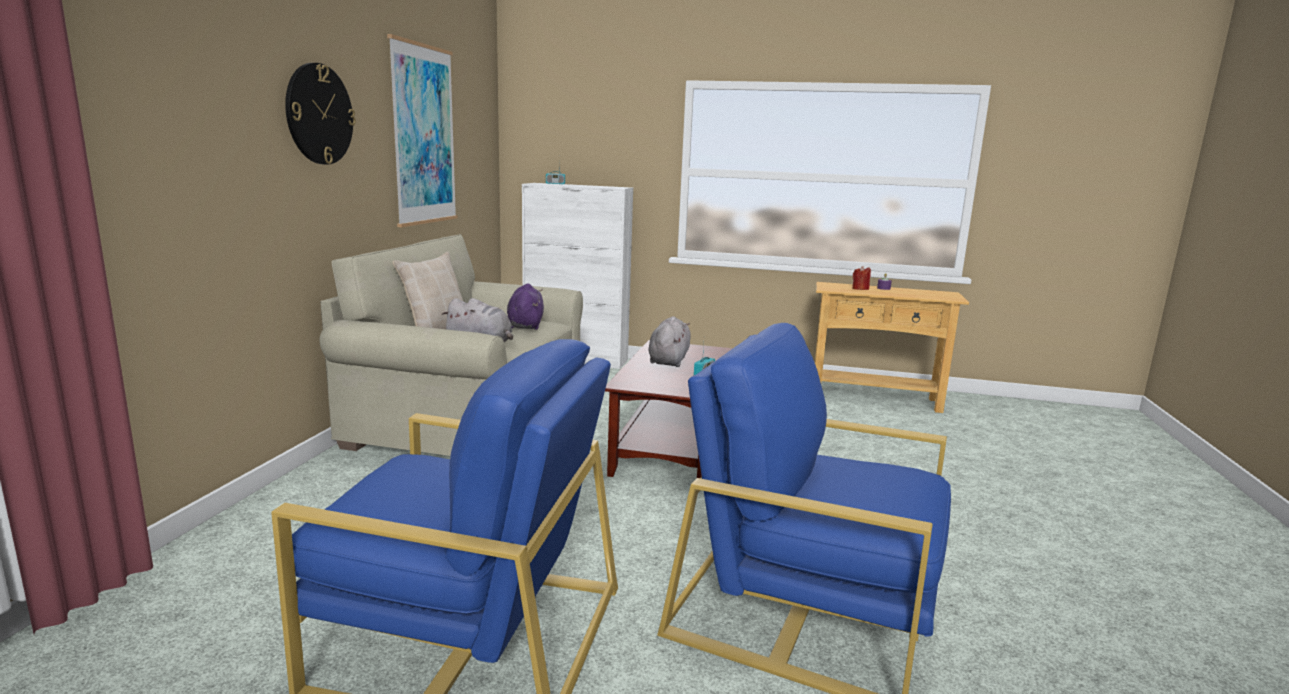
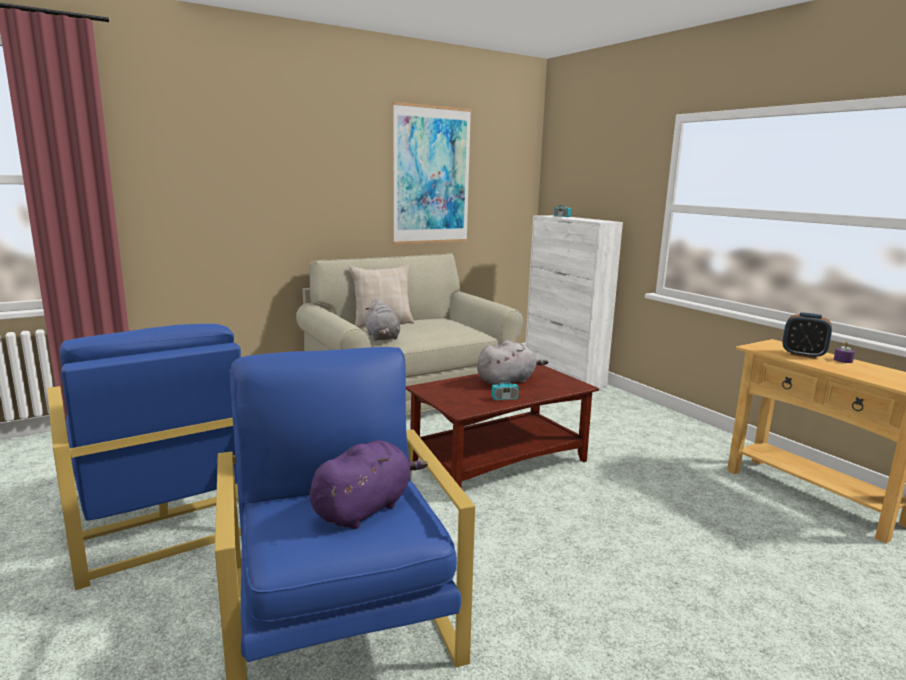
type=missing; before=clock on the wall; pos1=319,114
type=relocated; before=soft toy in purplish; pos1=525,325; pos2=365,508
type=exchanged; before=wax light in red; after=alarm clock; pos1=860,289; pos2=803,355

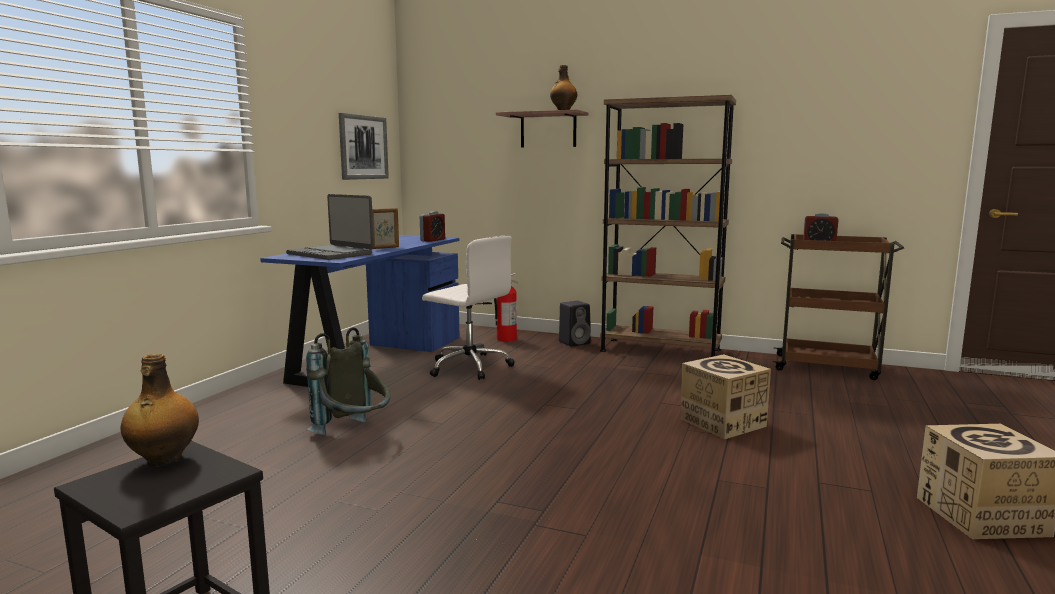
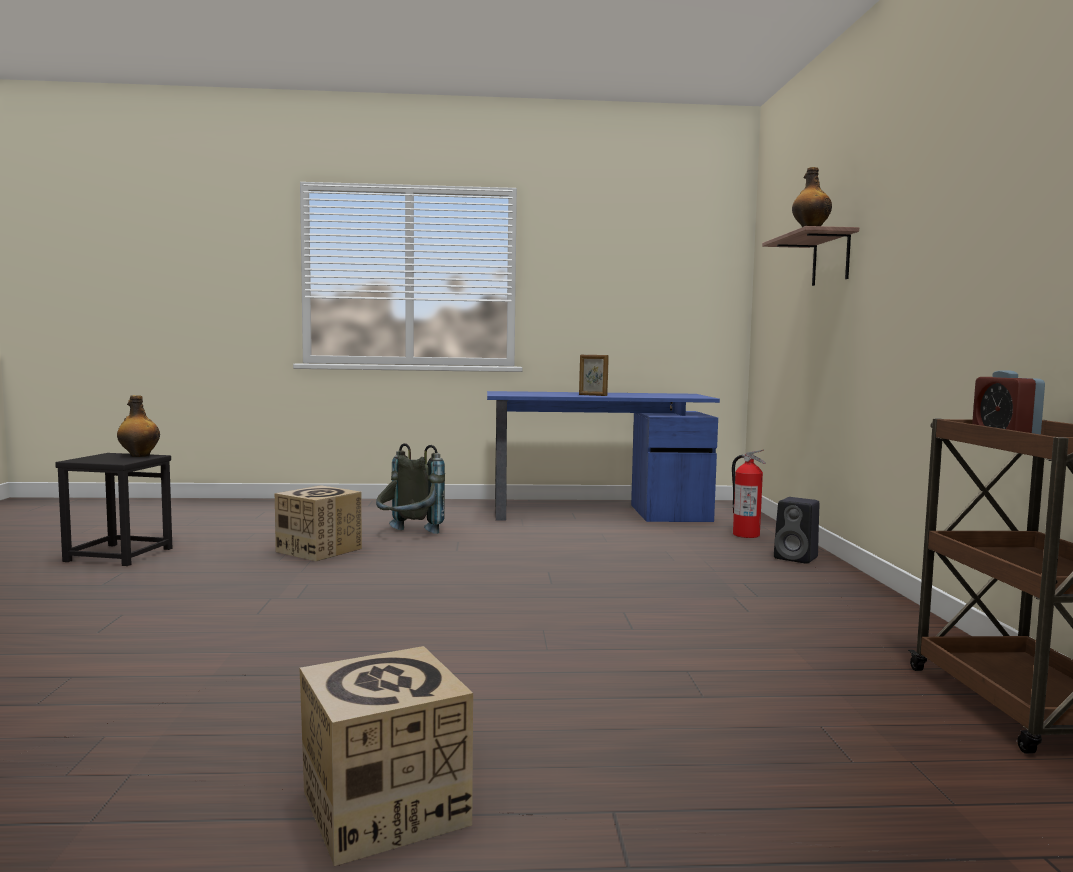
type=missing; before=laptop; pos1=331,254
type=missing; before=wall art; pos1=363,147
type=missing; before=alarm clock; pos1=432,240
type=missing; before=office chair in white; pos1=468,366
type=missing; before=bookshelf in brown-coloured; pos1=660,350
type=relocated; before=carton; pos1=722,423; pos2=319,550

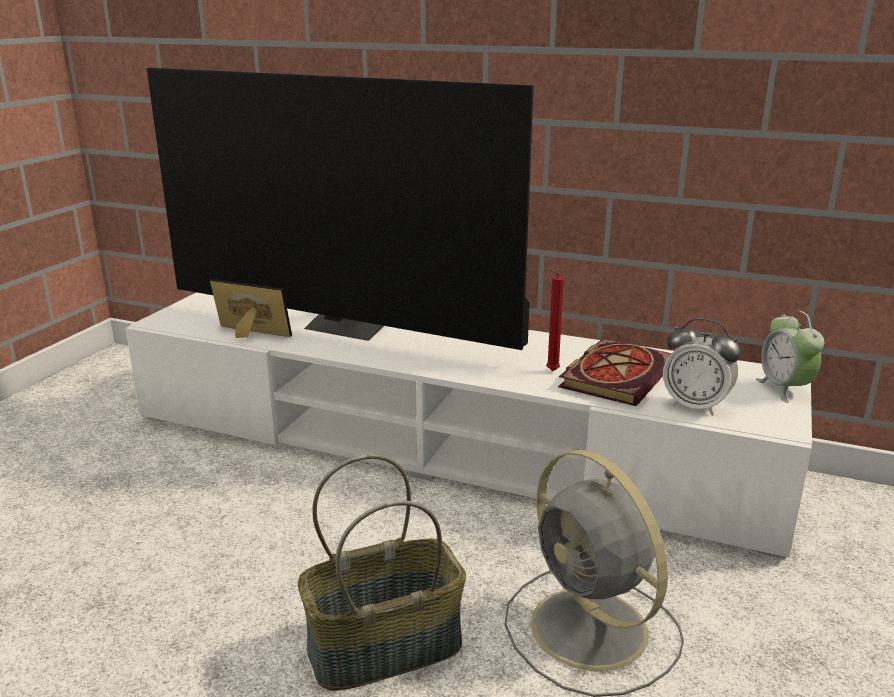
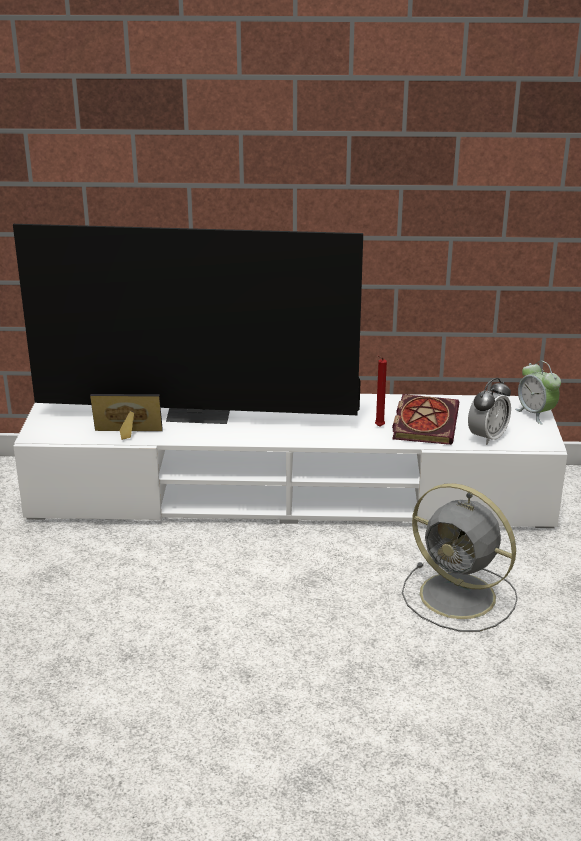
type=missing; before=household basket; pos1=385,645
type=spun; before=alarm clock; pos1=695,406; pos2=487,437; turn=-60

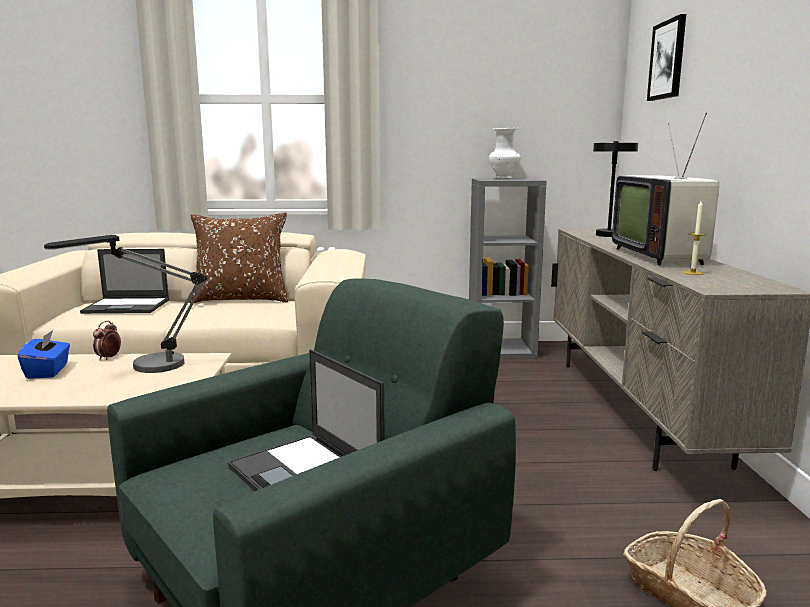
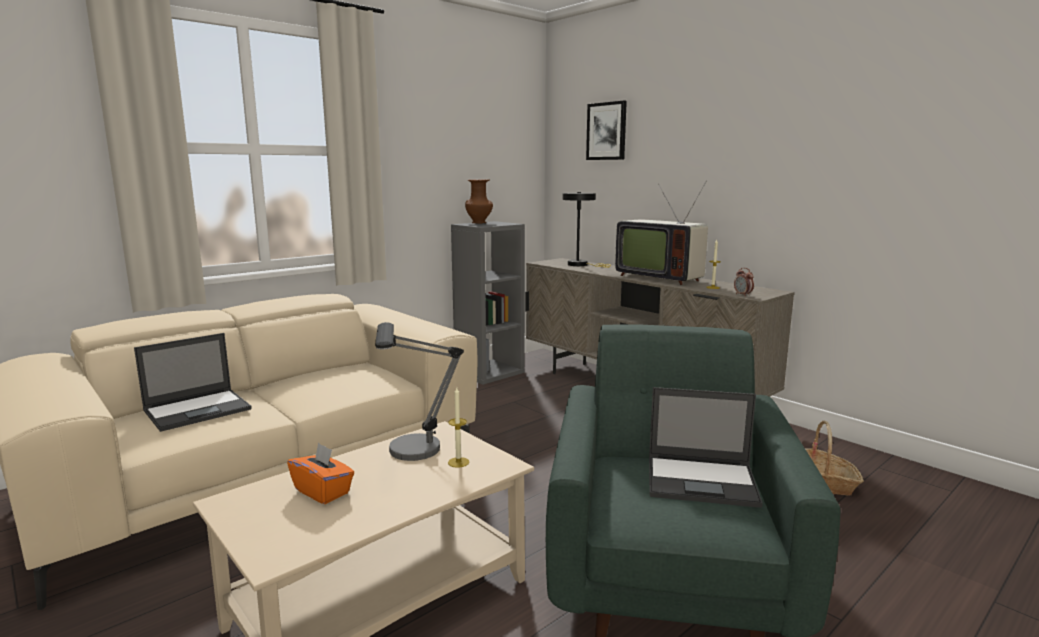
type=missing; before=throw pillow in brown-coloured; pos1=241,299
type=appeared; after=wax light; pos2=458,462
type=relocated; before=alarm clock; pos1=108,358; pos2=743,295
type=colour; before=tissue box in blue-coloured; after=tissue box in orange; pos1=48,371; pos2=323,491
type=colour; before=vase in white; after=vase in brown-coloured; pos1=504,178; pos2=479,223

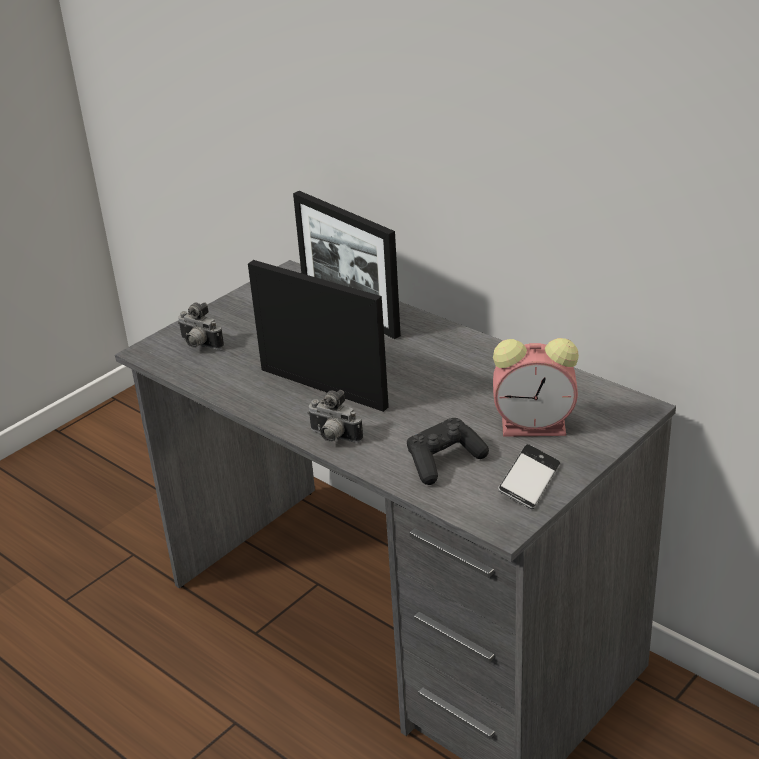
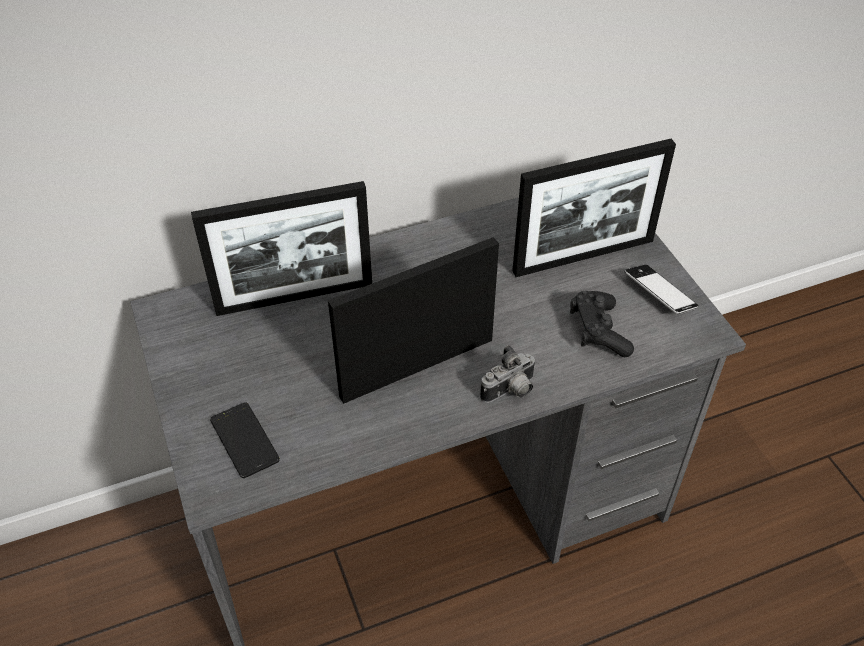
type=exchanged; before=photo camera; after=telephone; pos1=199,345; pos2=244,440
type=exchanged; before=alarm clock; after=photo frame; pos1=536,426; pos2=583,256

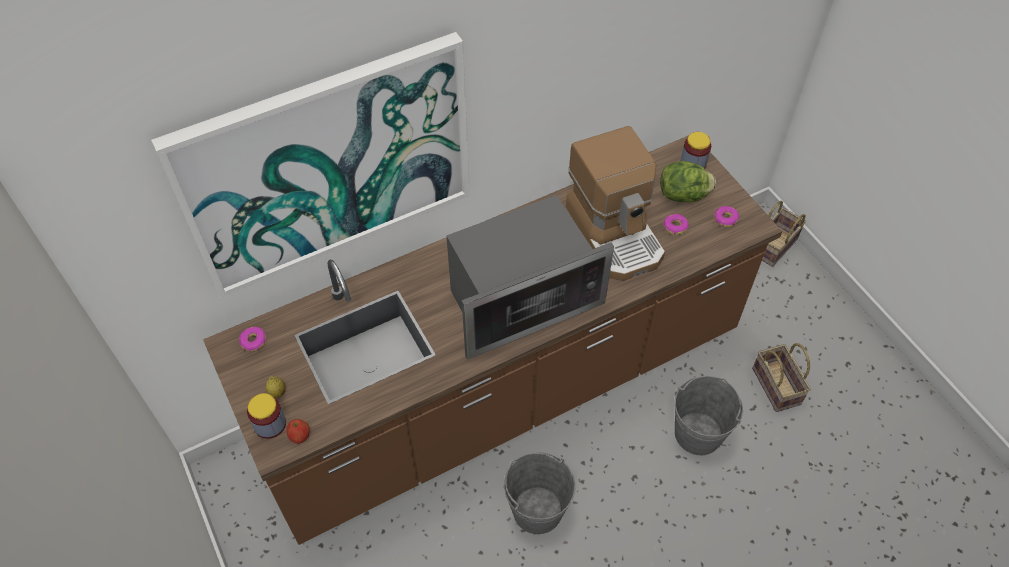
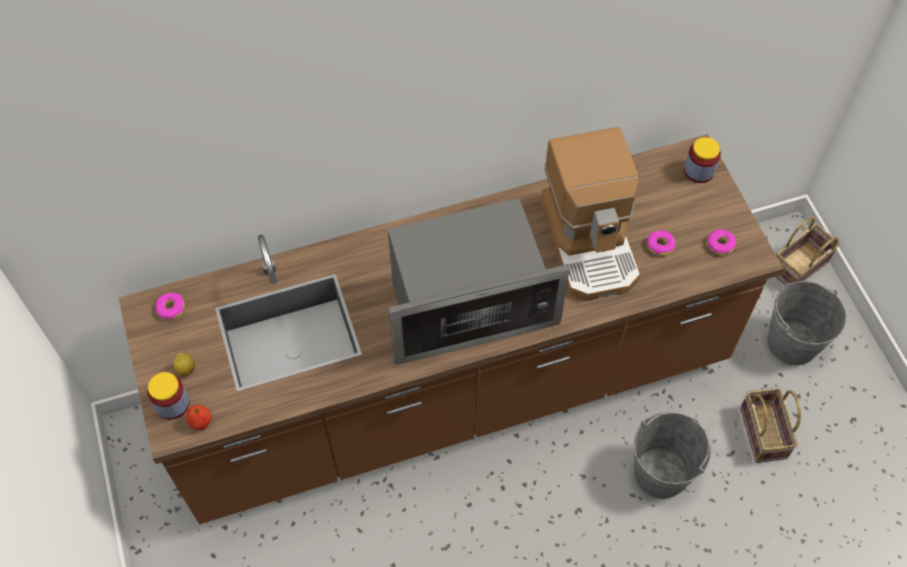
type=missing; before=wall art; pos1=329,166
type=missing; before=head of lettuce; pos1=684,195
type=relocated; before=pail in gray; pos1=537,510; pos2=792,342

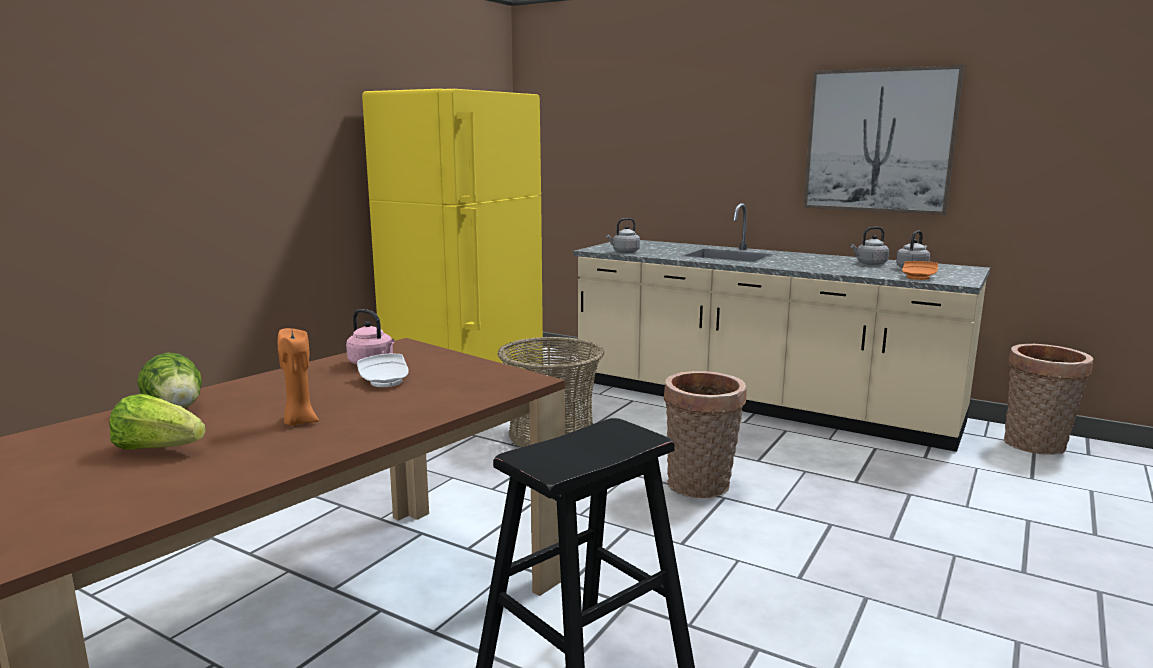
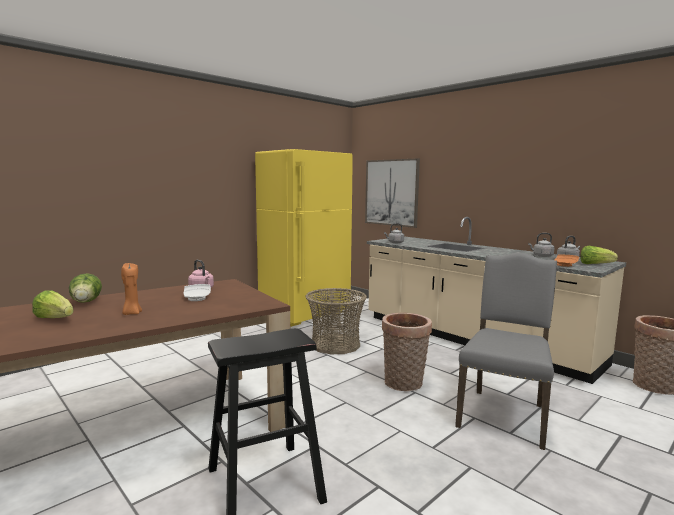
type=appeared; after=plain chair in gray; pos2=504,415
type=appeared; after=head of lettuce; pos2=595,264
type=relocated; before=wall art; pos1=879,141; pos2=391,192

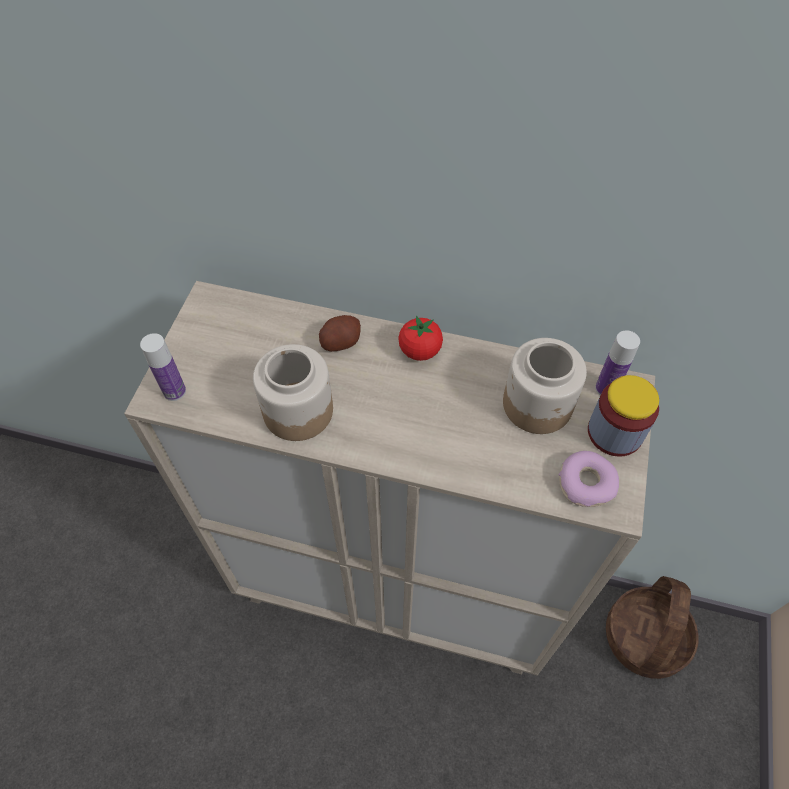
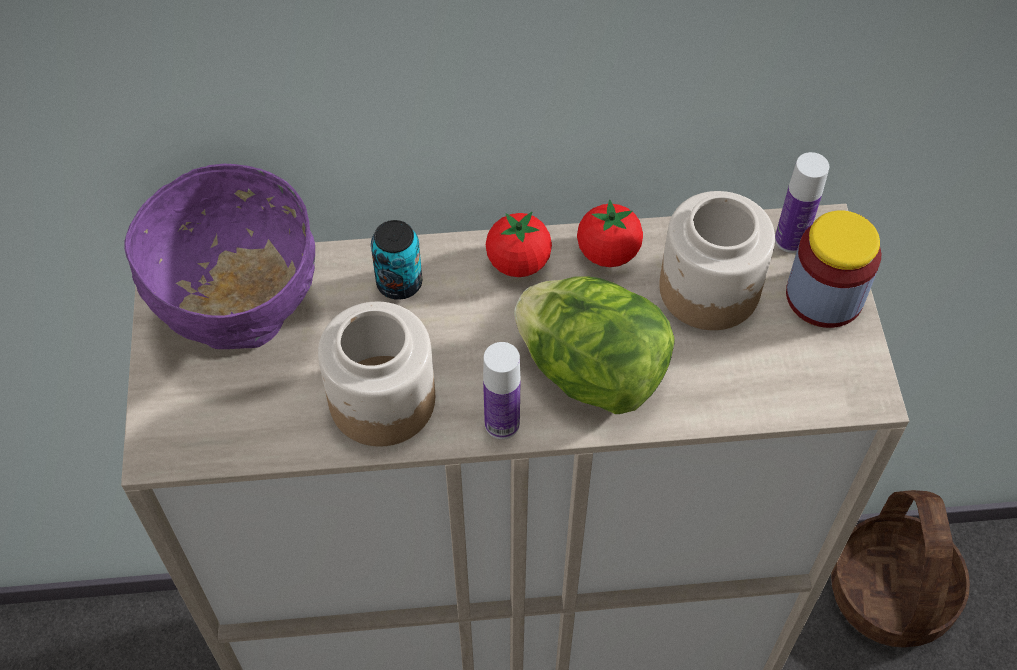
type=missing; before=doughnut; pos1=586,483
type=appeared; after=bowl in purplish; pos2=243,316
type=appeared; after=head of lettuce; pos2=592,372
type=appeared; after=tomato; pos2=608,252
type=relocated; before=beverage bottle; pos1=174,391; pos2=502,424
type=exchanged; before=spud; after=can; pos1=340,342; pos2=399,283

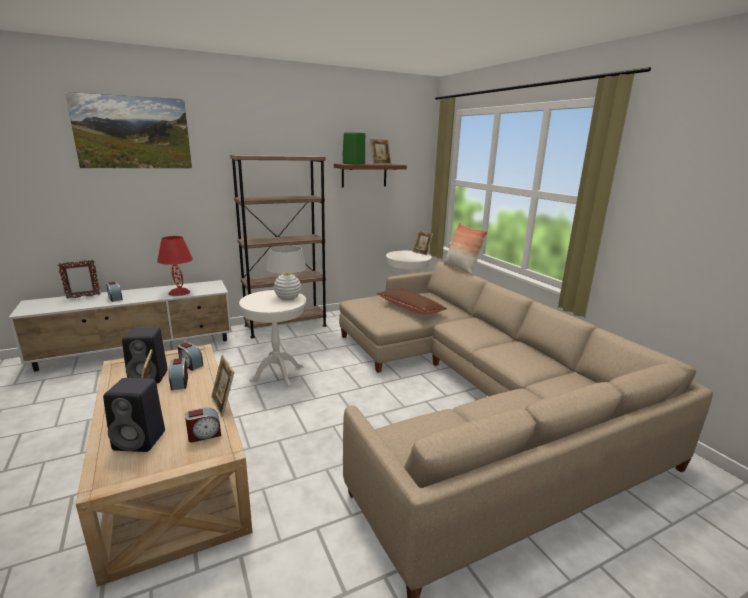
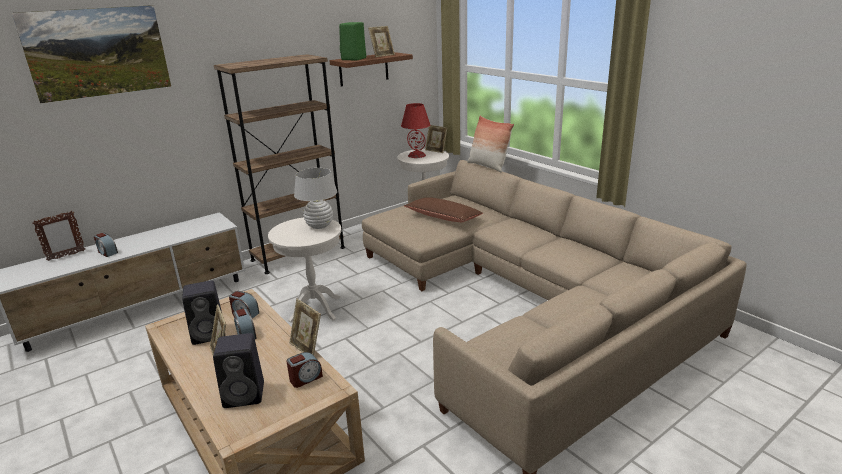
type=relocated; before=table lamp in red; pos1=179,292; pos2=417,155

